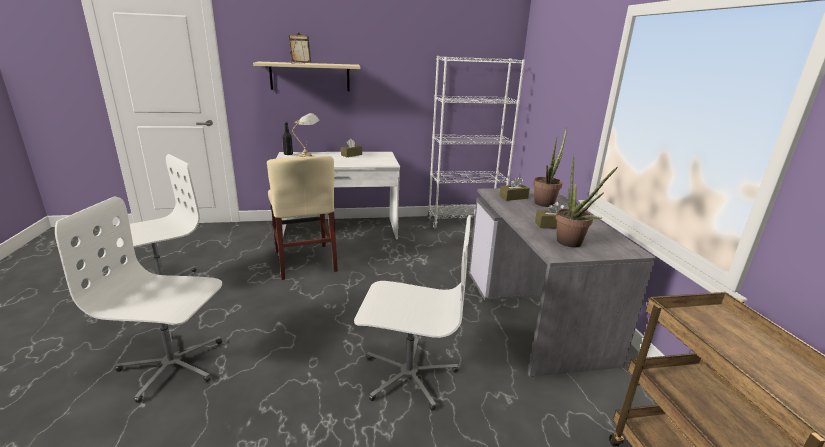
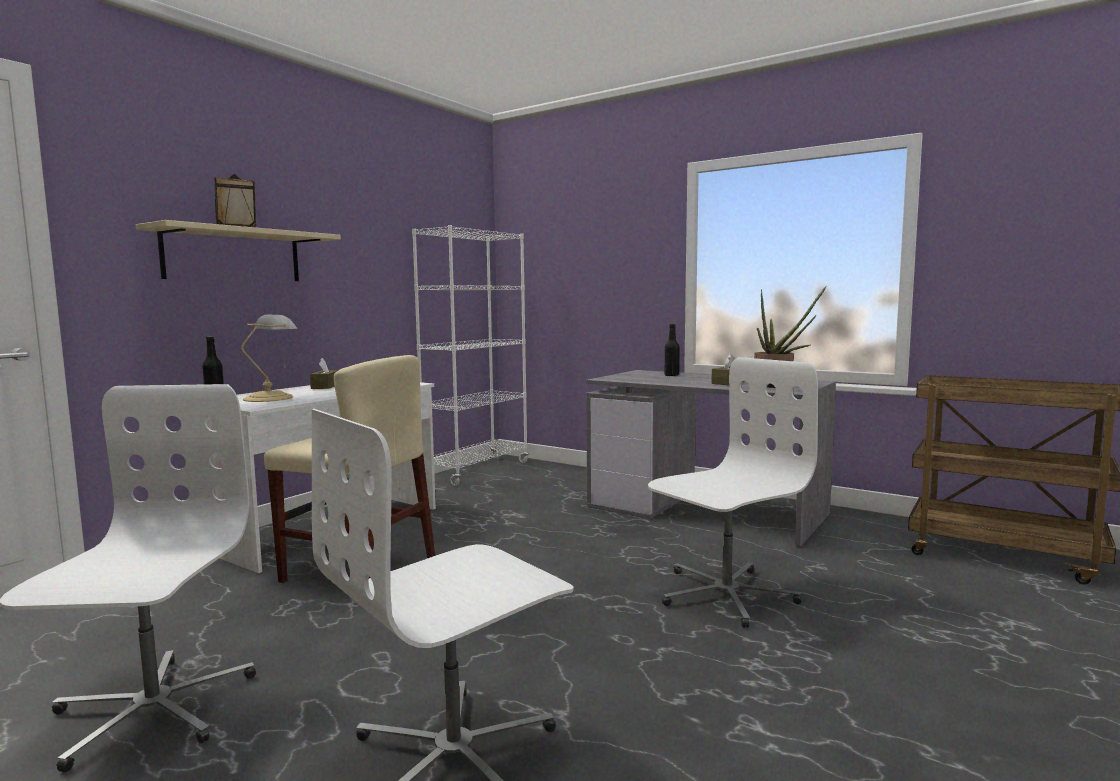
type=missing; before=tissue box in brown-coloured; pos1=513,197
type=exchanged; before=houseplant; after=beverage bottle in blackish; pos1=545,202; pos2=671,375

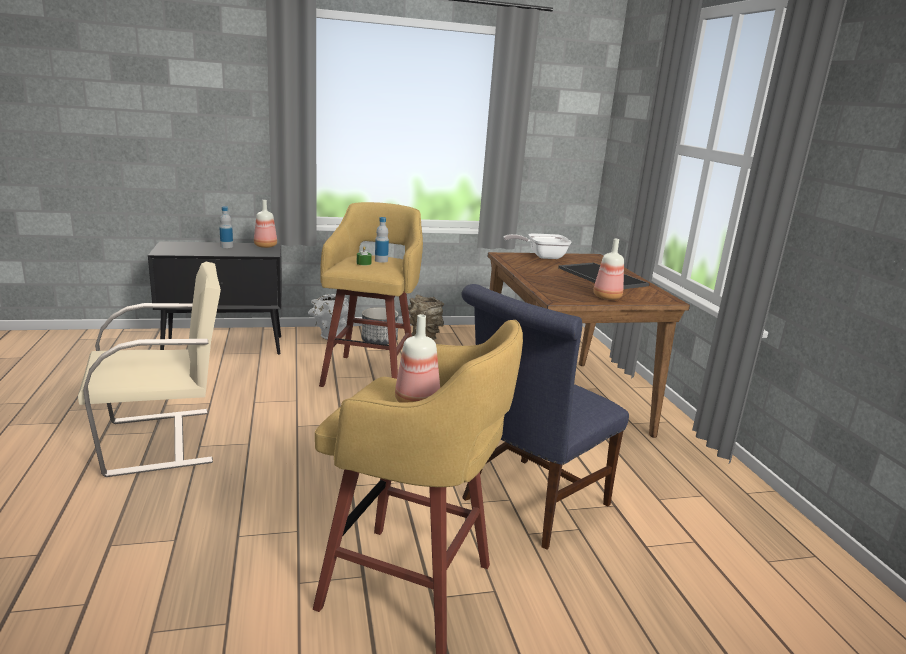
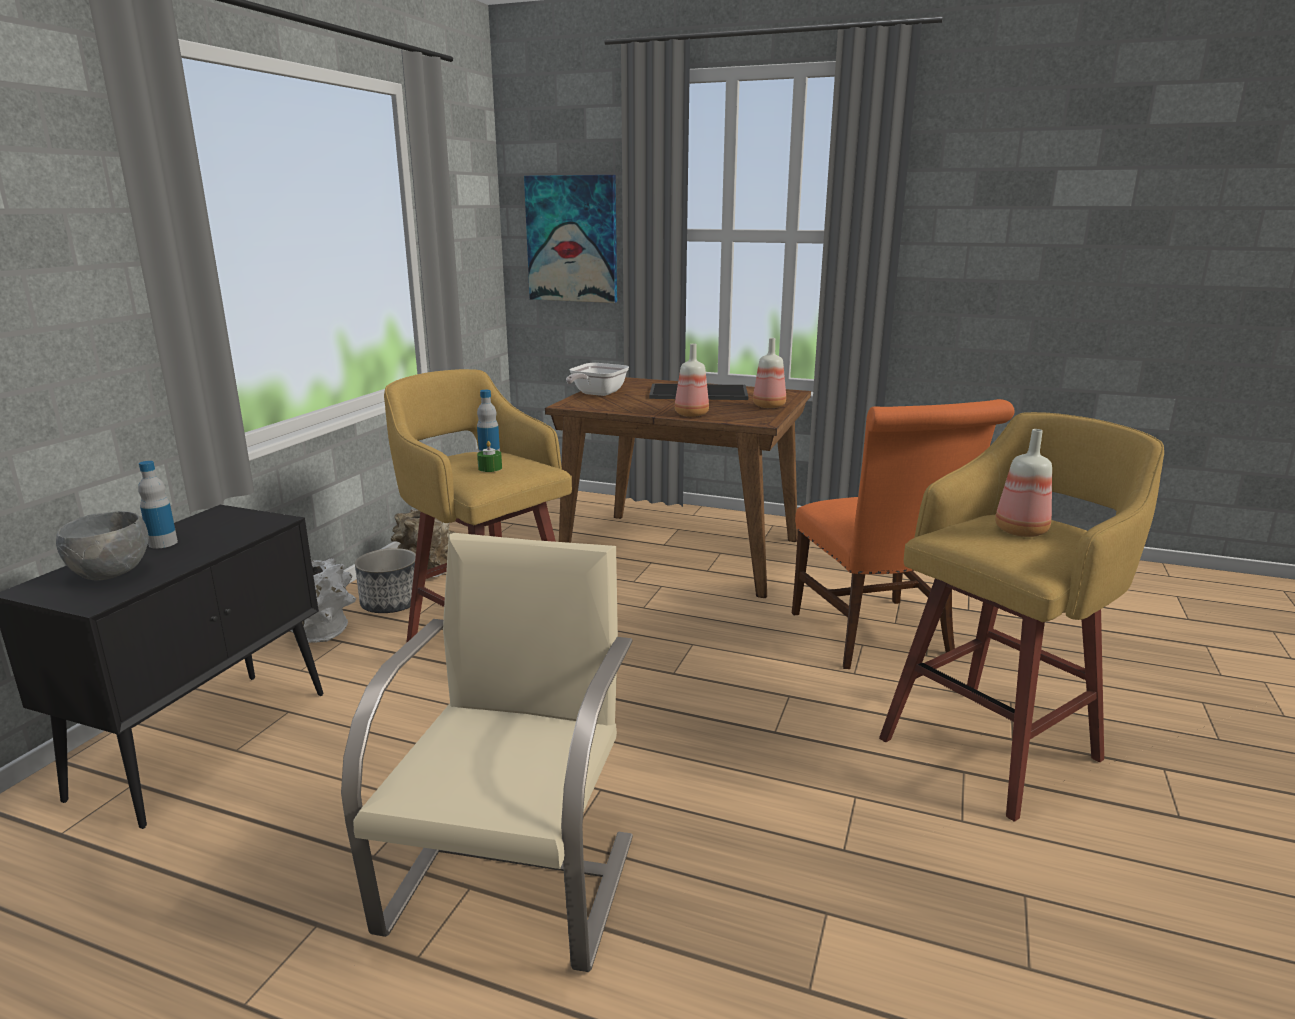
type=appeared; after=bowl in gray; pos2=112,574
type=appeared; after=wall art; pos2=572,239
type=relocated; before=beverage bottle; pos1=264,246; pos2=690,414
type=colour; before=plain chair in blue-coloured; after=plain chair in orange; pos1=529,504; pos2=876,637

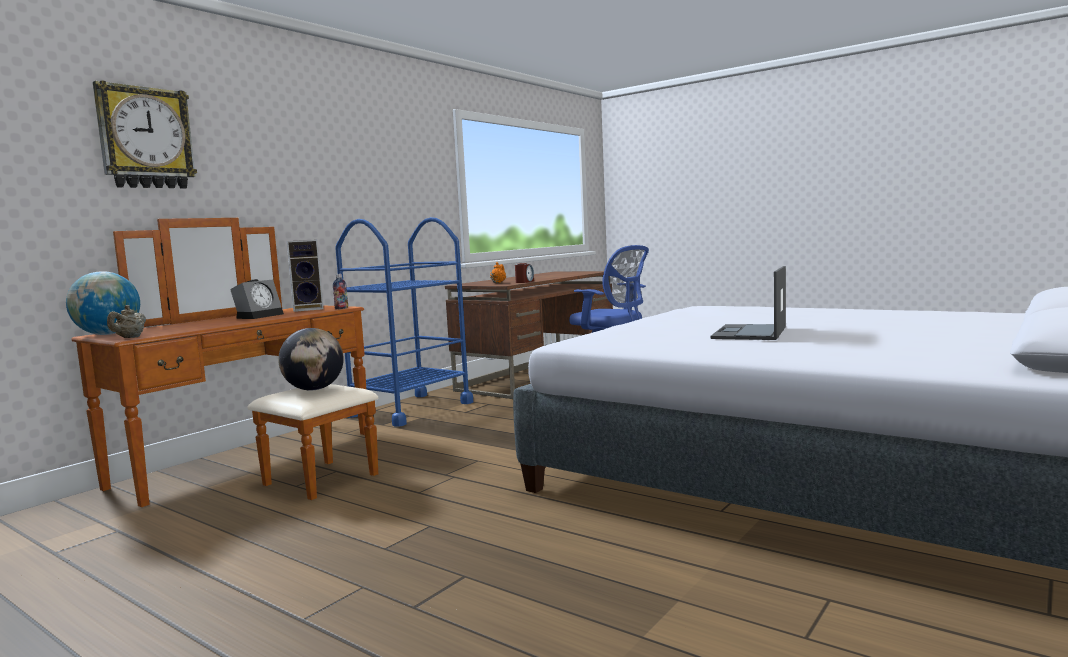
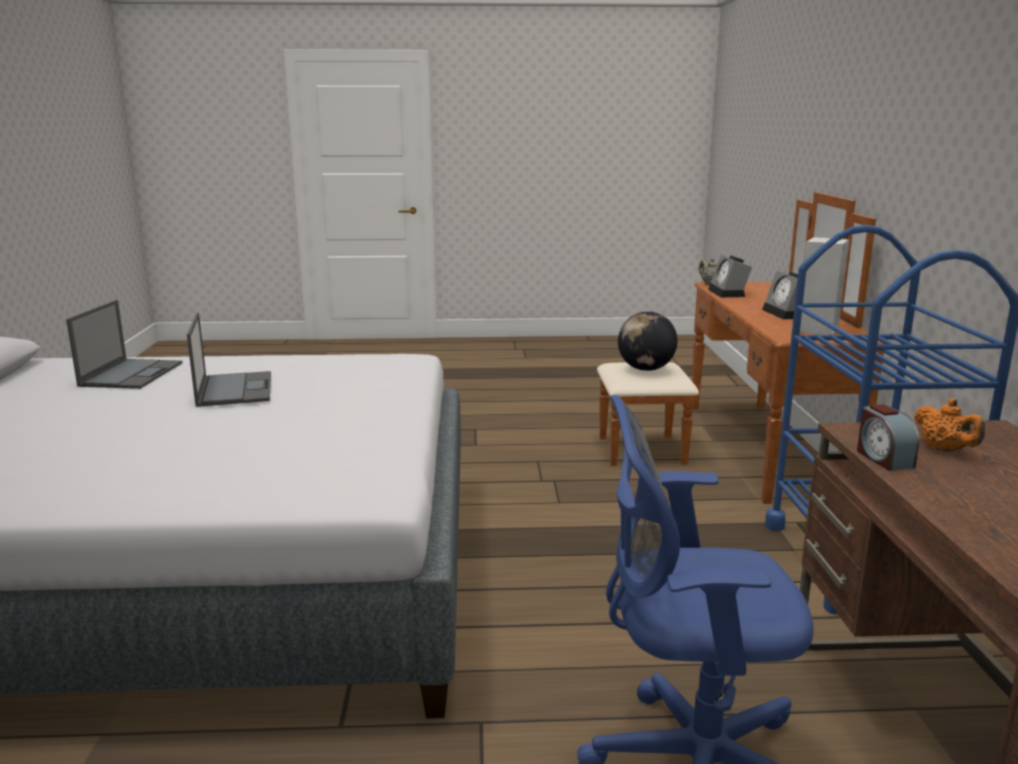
type=missing; before=globe; pos1=108,334
type=missing; before=clock on the wall; pos1=145,138
type=missing; before=beverage bottle; pos1=341,308
type=appeared; after=laptop; pos2=132,374
type=appeared; after=alarm clock; pos2=729,293

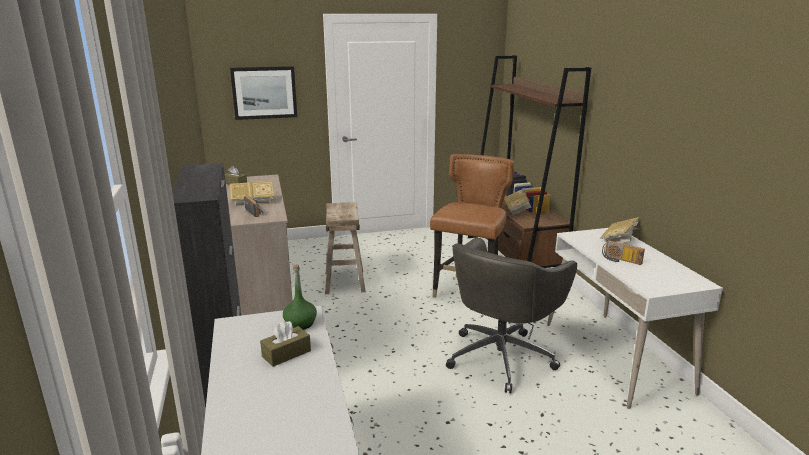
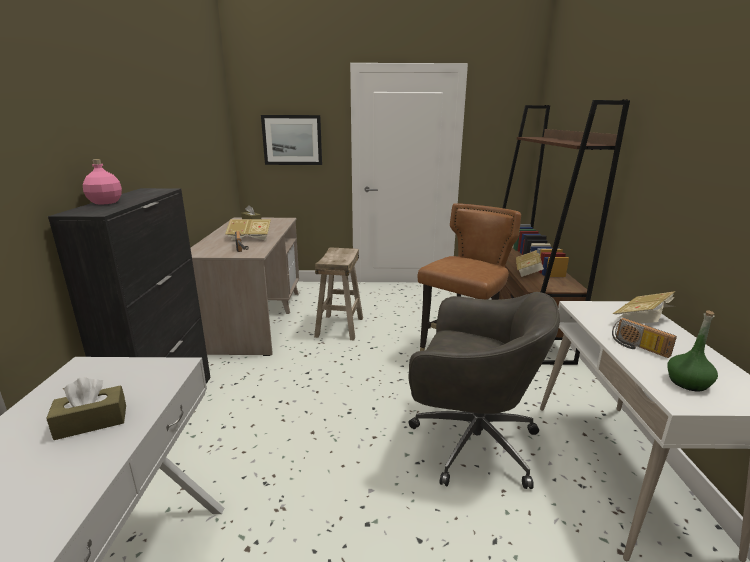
type=appeared; after=beverage bottle in pink; pos2=105,202
type=relocated; before=beverage bottle in green-coloured; pos1=300,324; pos2=688,383
type=spun; before=office chair in gray; pos1=501,356; pos2=470,441; turn=-120

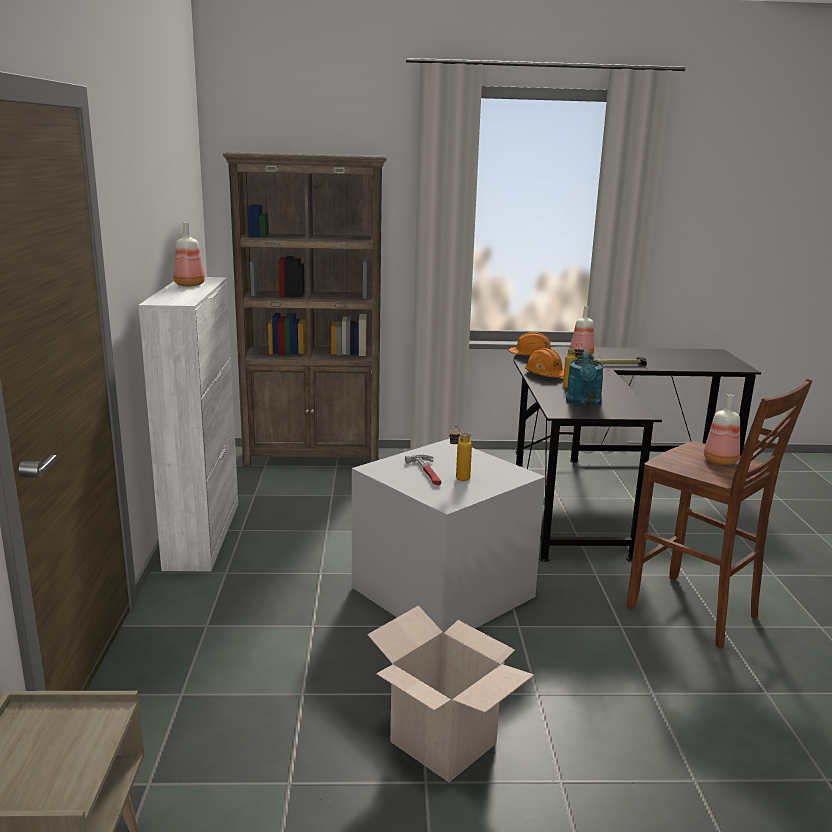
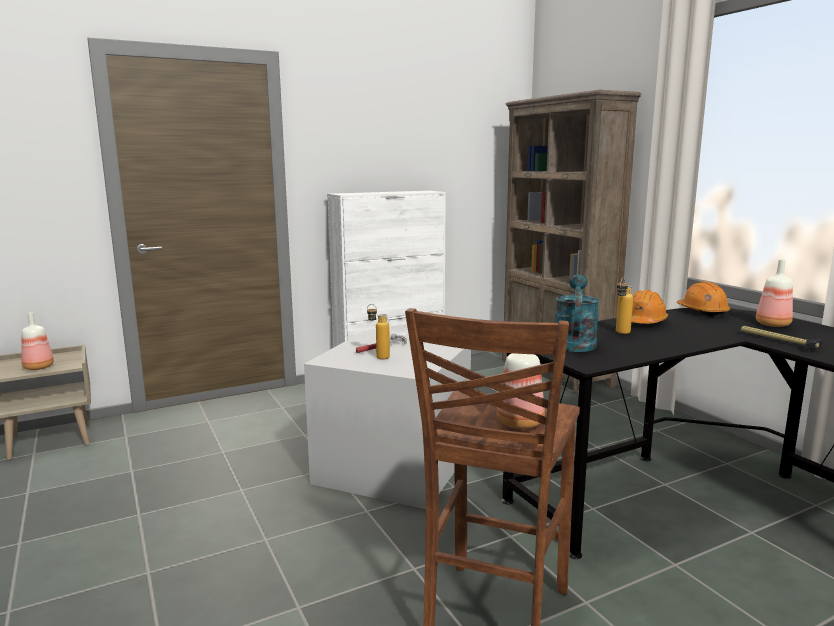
type=missing; before=carton; pos1=443,743
type=relocated; before=beverage bottle; pos1=188,285; pos2=38,367
type=spun; before=watering pot in turquoise; pos1=583,403; pos2=574,342; turn=120

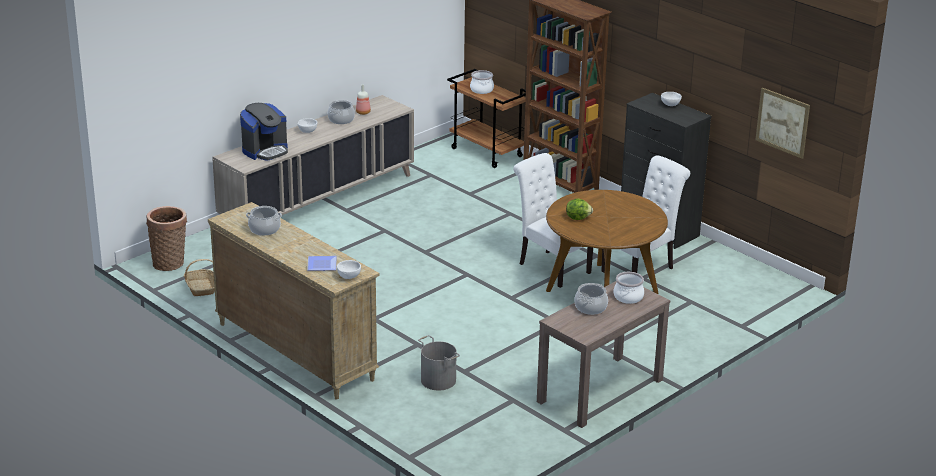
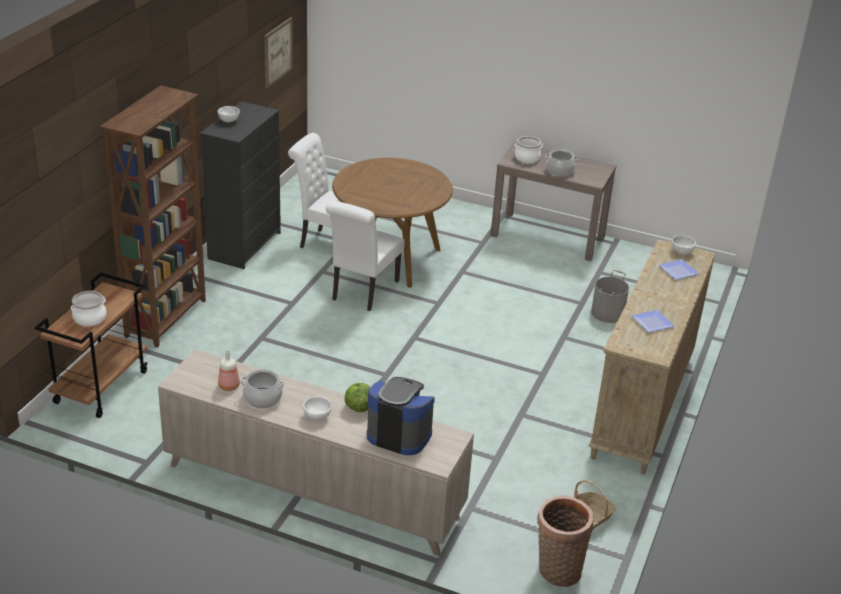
type=relocated; before=head of lettuce; pos1=578,218; pos2=358,407
type=exchanged; before=saucepot; after=plate; pos1=264,229; pos2=651,322

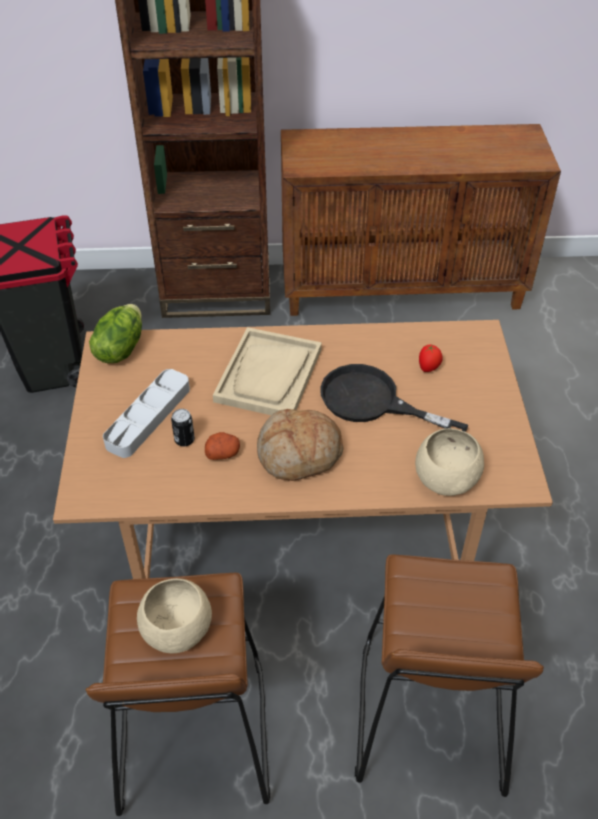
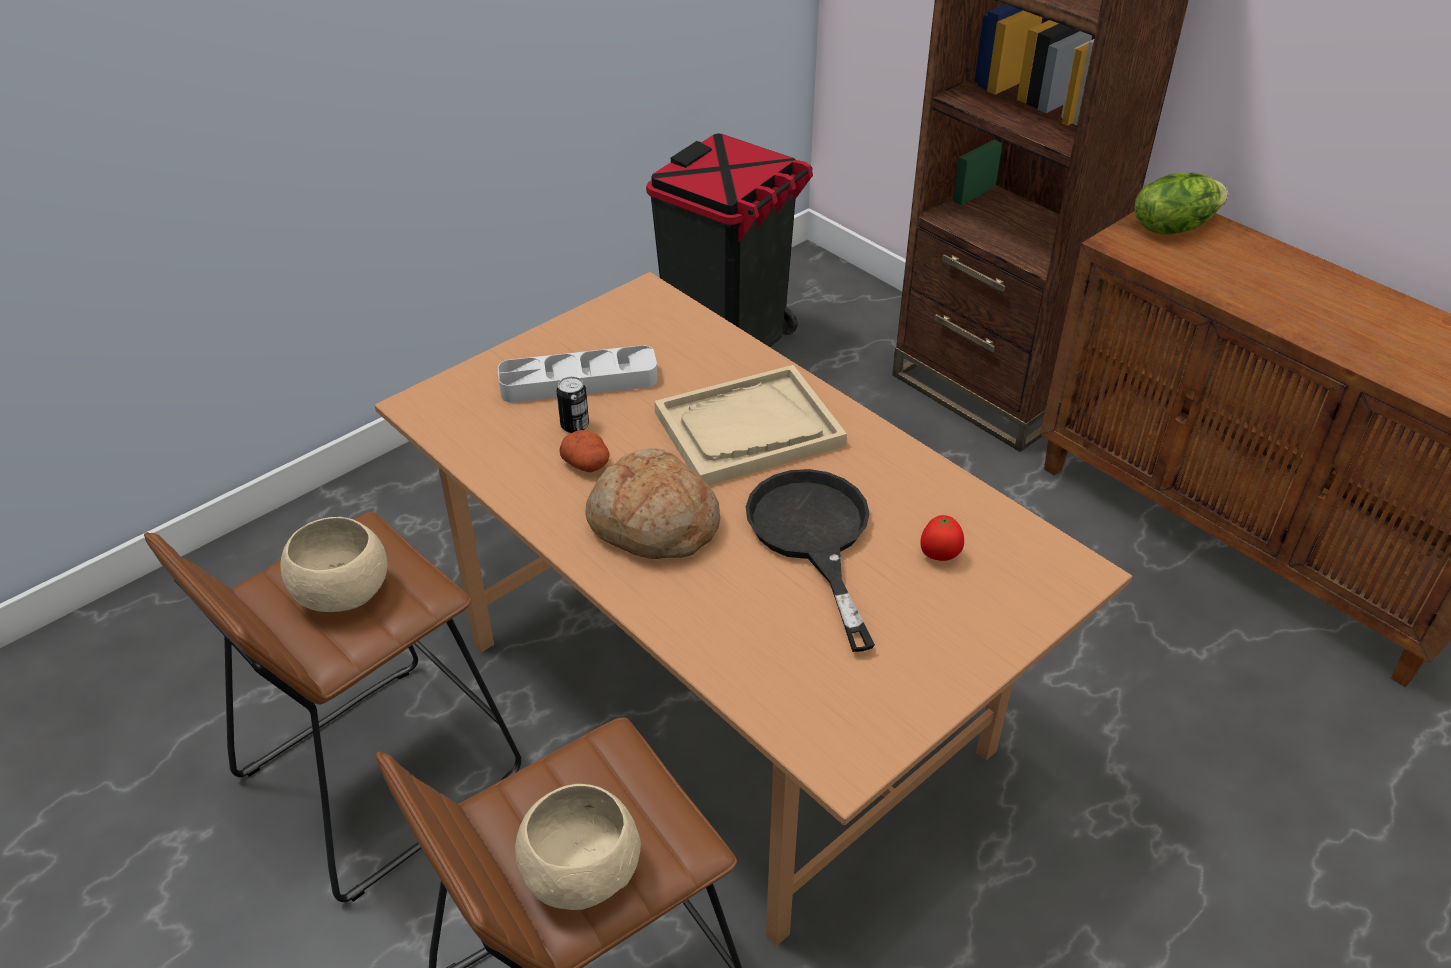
type=relocated; before=head of lettuce; pos1=120,348; pos2=1172,227
type=relocated; before=bowl in beige-coloured; pos1=445,479; pos2=579,872

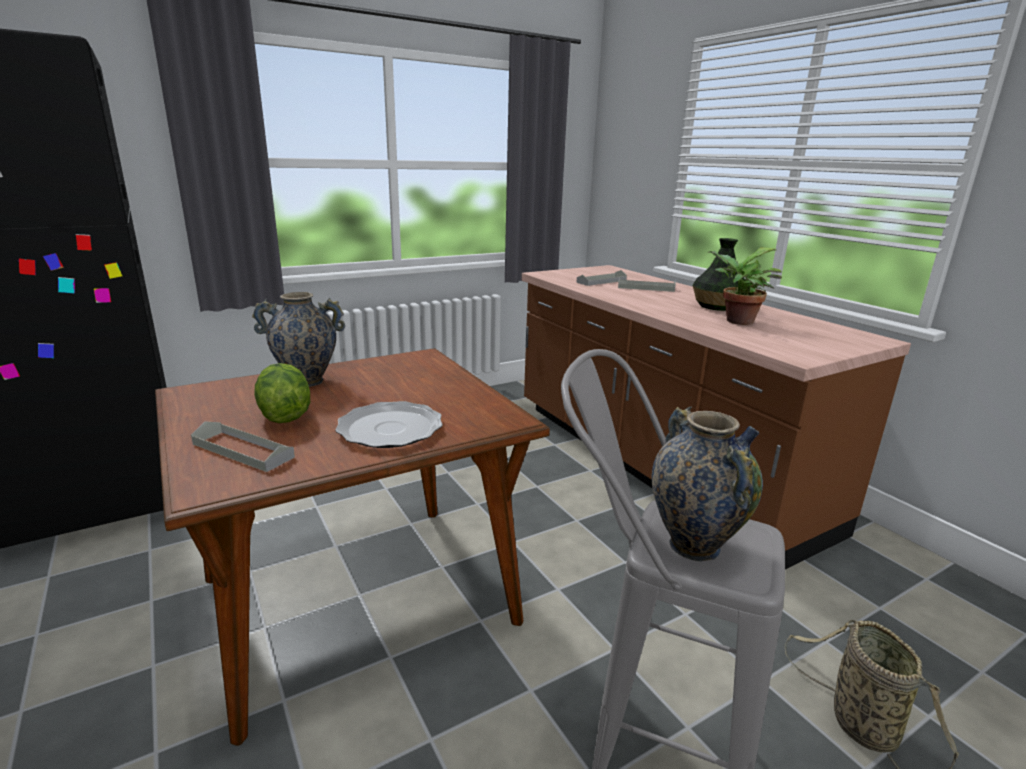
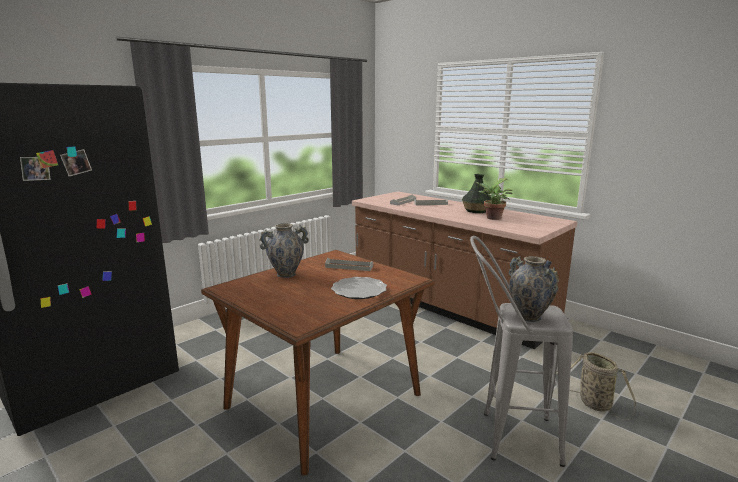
type=missing; before=head of lettuce; pos1=283,415
type=relocated; before=serving tray in gray; pos1=243,450; pos2=349,266

